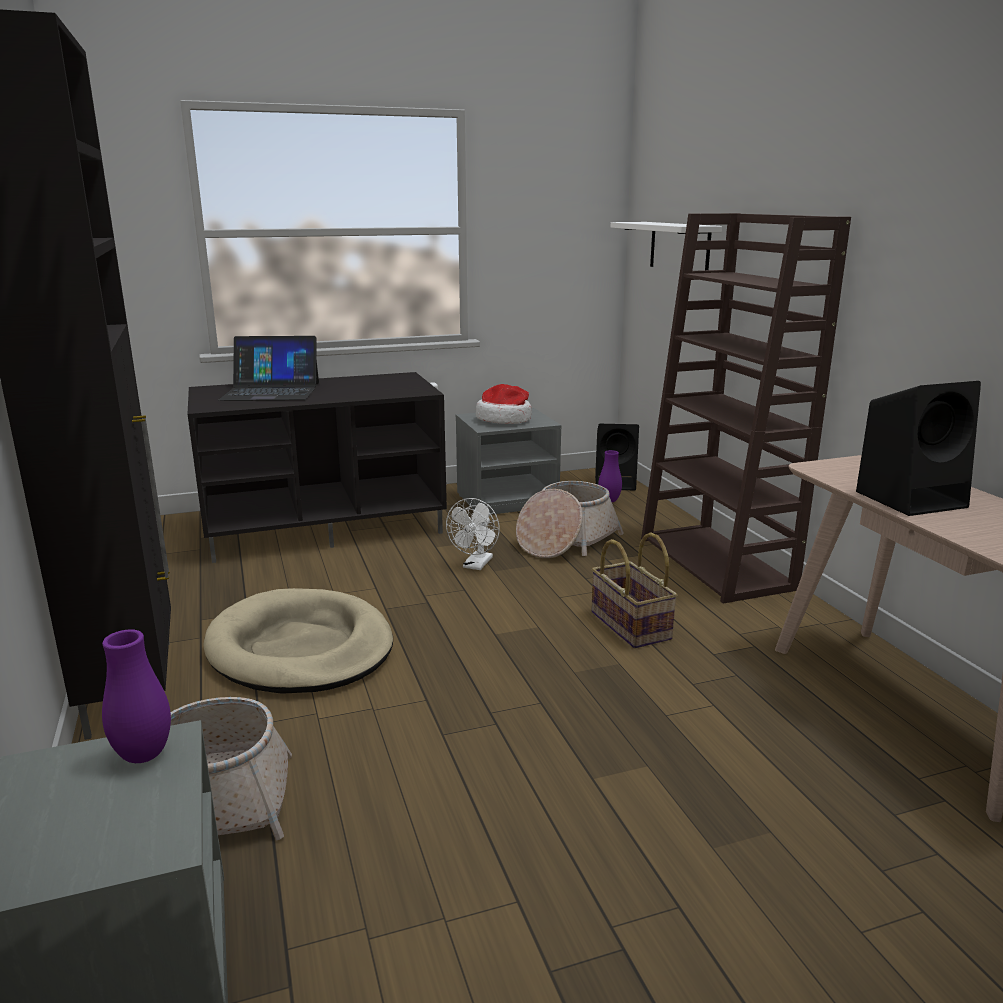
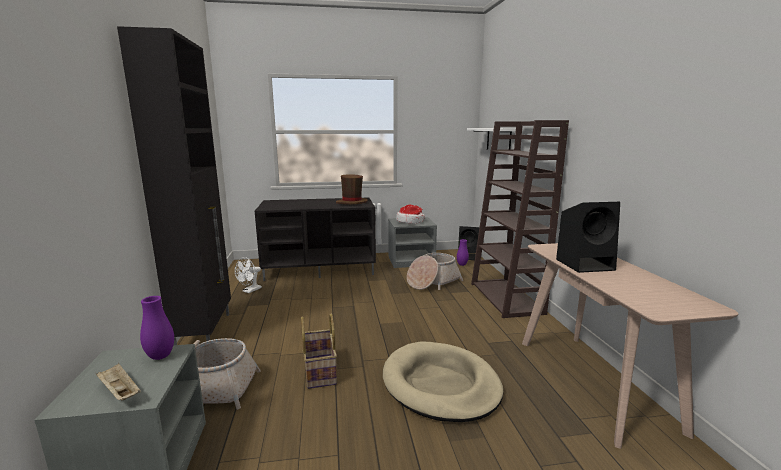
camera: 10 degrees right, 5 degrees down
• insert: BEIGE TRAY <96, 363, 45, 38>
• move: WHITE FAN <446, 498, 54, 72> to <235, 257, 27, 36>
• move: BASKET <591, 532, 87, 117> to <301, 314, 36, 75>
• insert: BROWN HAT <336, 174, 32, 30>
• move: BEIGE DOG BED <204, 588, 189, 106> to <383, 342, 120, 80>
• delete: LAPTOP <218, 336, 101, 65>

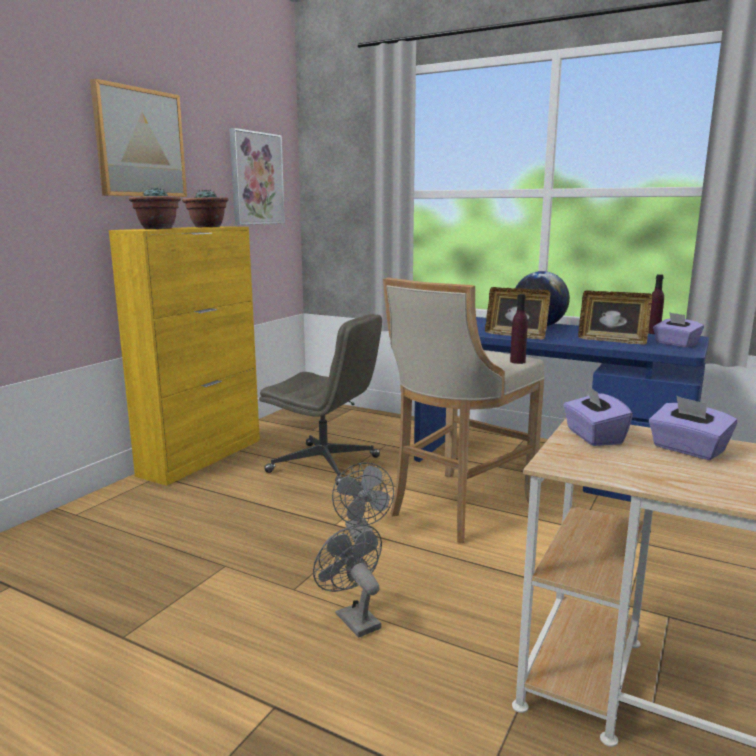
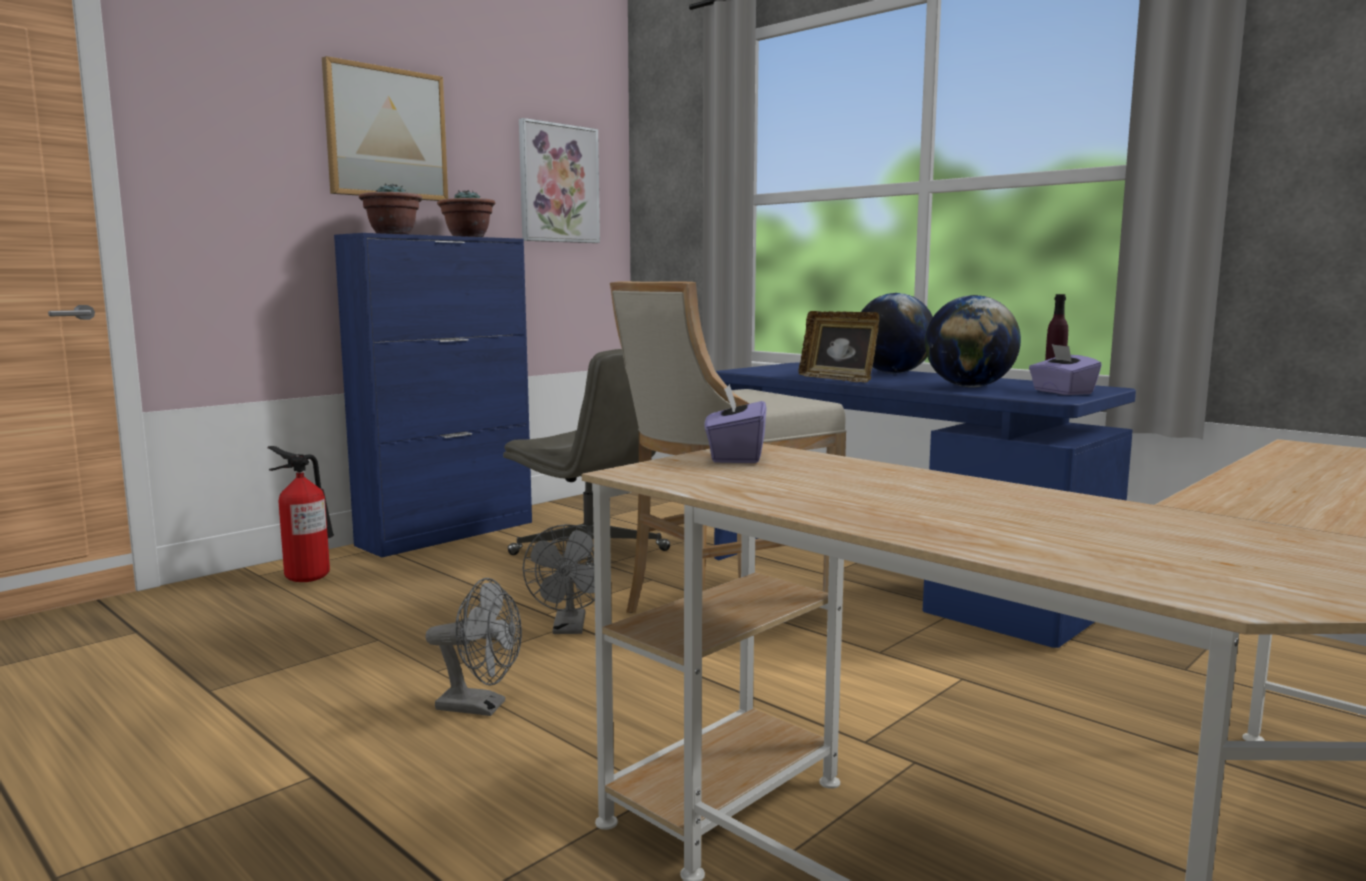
camera: 15 degrees right, 5 degrees down
• insert: FIRE EXTINGUISHER <268, 446, 66, 136>
• recolor: YELLOW CABINET <109, 226, 151, 260> to BLUE CABINET <334, 233, 198, 324>
• rotate: GREY FAN <313, 524, 69, 114> = <425, 578, 97, 138> 120 degrees clockwise
• replace: PICTURE FRAME <578, 290, 74, 55> to GLOBE <925, 295, 96, 92>
• delete: PURPLE BOTTLE <510, 294, 18, 70>
• delete: PURPLE TISSUE BOX <649, 396, 88, 64>

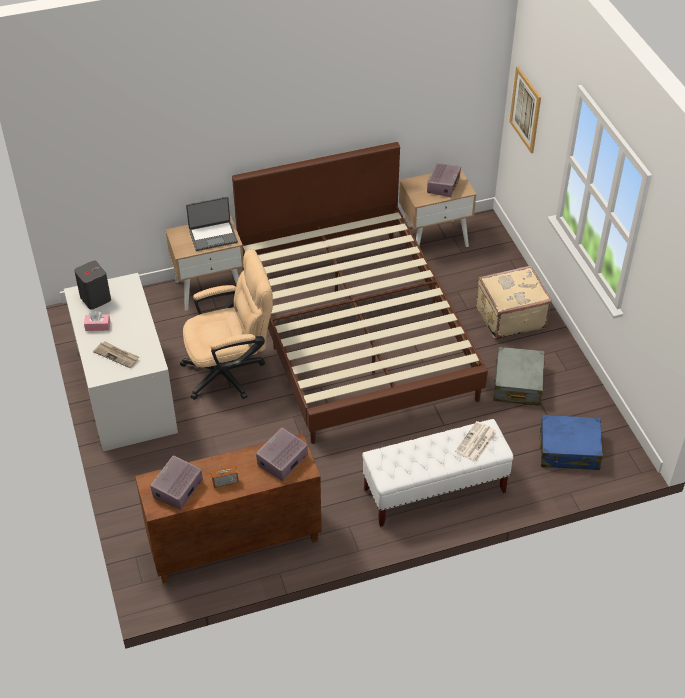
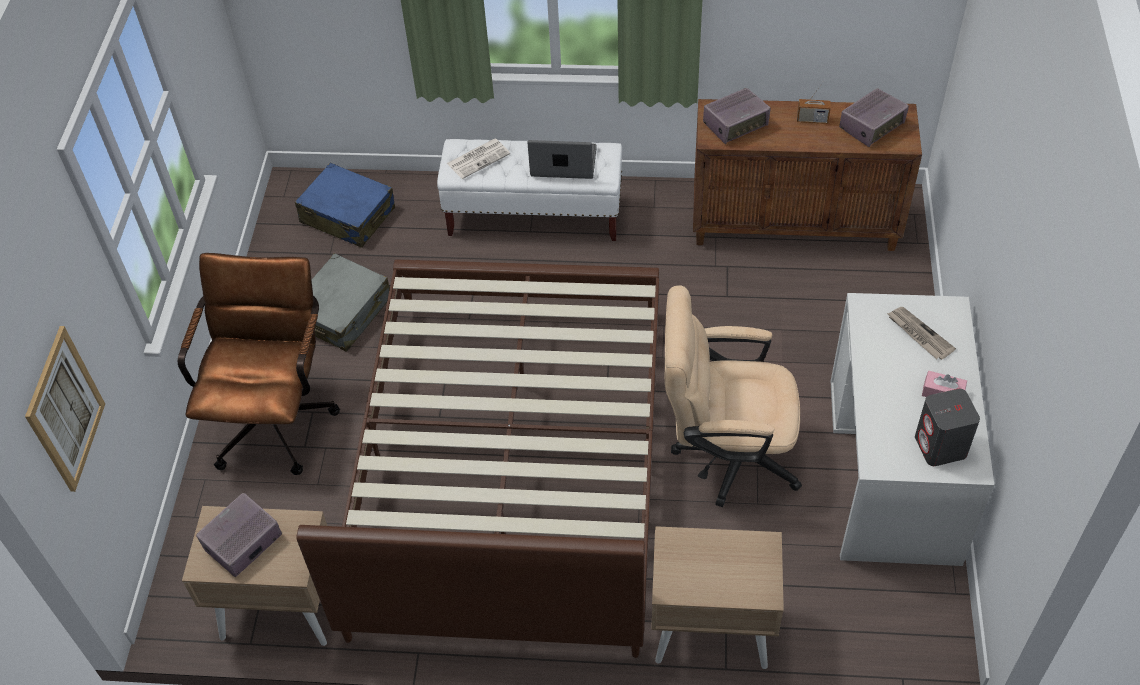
camera: 155 degrees left, 5 degrees up
• replace: BEIGE SUITCASE <476, 265, 76, 75> to BROWN OFFICE CHAIR <178, 253, 162, 222>
• move: LAPTOP <186, 197, 52, 54> to <527, 140, 70, 39>

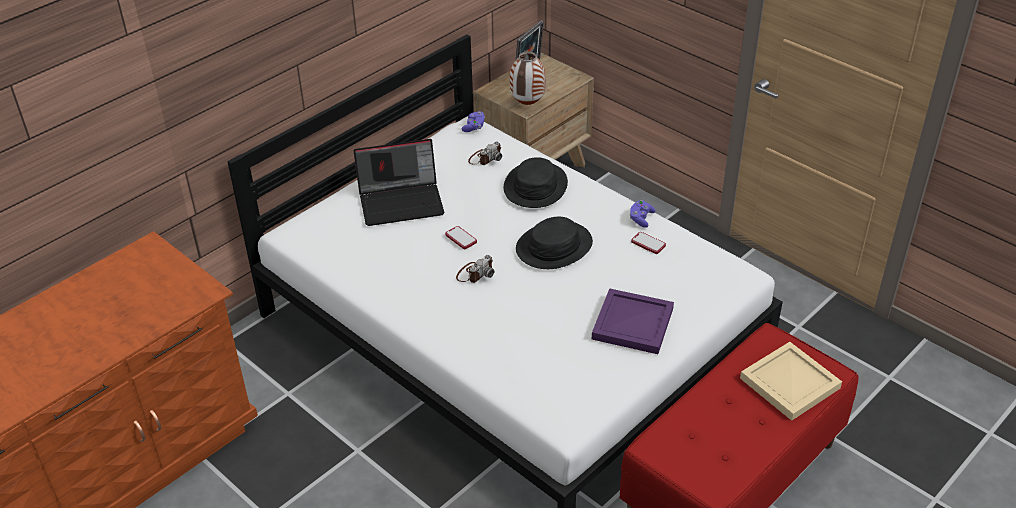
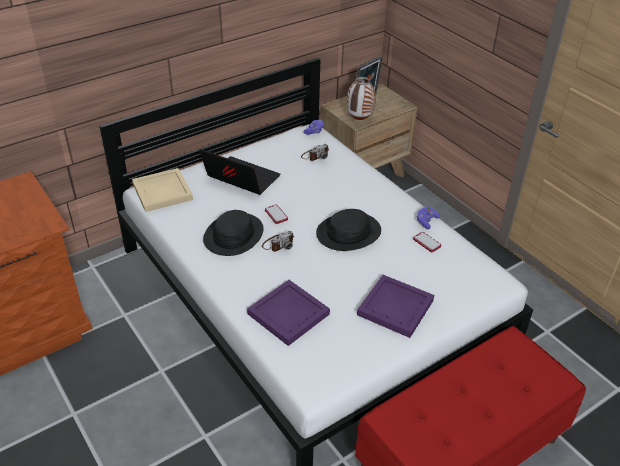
camera: 10 degrees right, 0 degrees up
• move: BEIGE TRAY <740, 342, 102, 79> to <132, 168, 61, 44>
• rotate: LAPTOP <353, 139, 91, 87> = <199, 149, 82, 46> 150 degrees counterclockwise
• move: BLACK HAT <504, 157, 64, 51> to <203, 210, 61, 46>
• insert: PURPLE TRAY <247, 280, 83, 66>

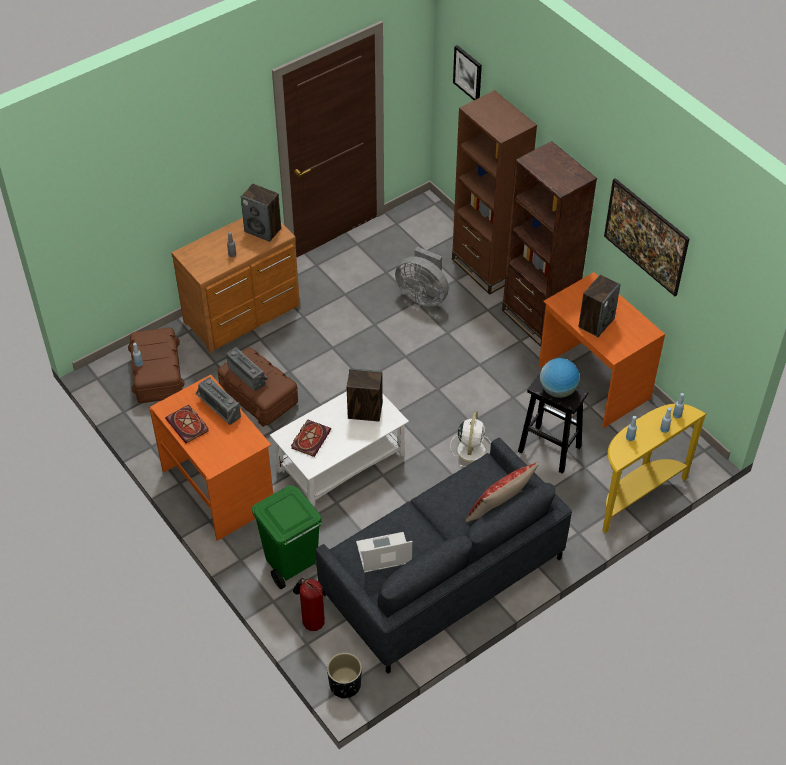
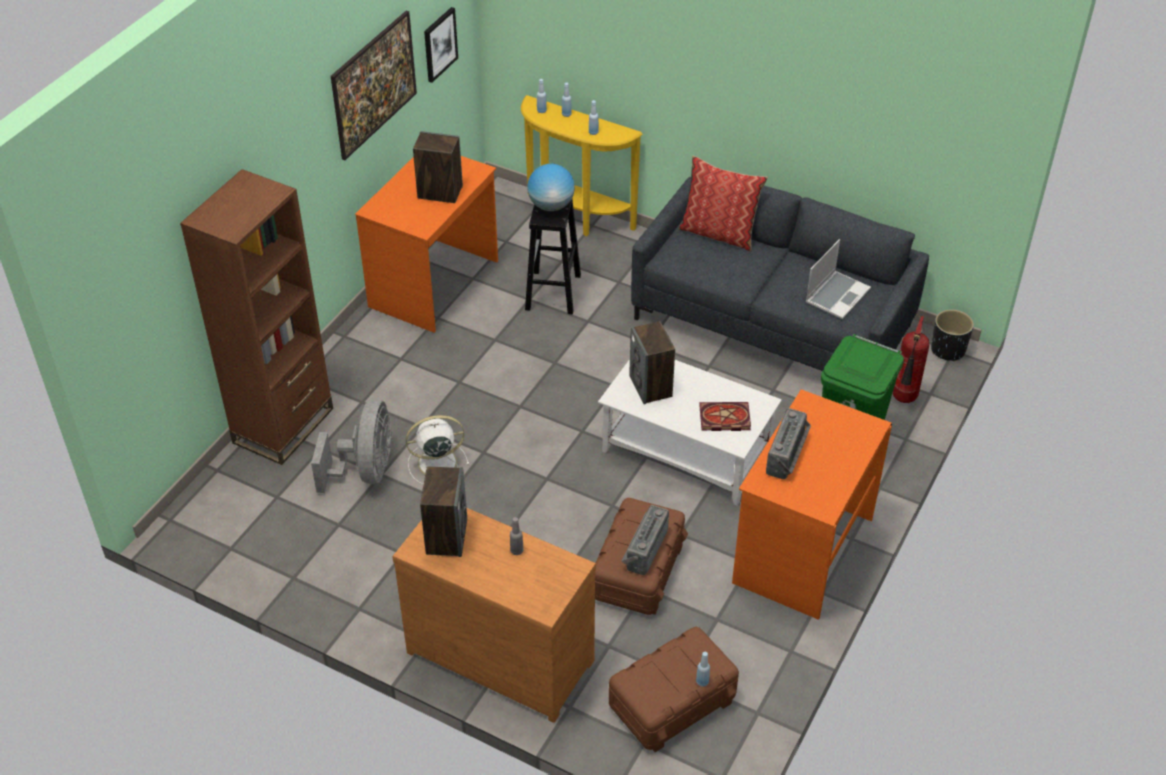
camera: 115 degrees left, 5 degrees down
• move: WHITE FAN <450, 411, 41, 56> to <406, 415, 63, 70>
• move: PICTURE <453, 45, 29, 55> to <424, 7, 34, 76>
• rotate: LAPTOP <356, 532, 56, 41> = <805, 239, 66, 80> 105 degrees counterclockwise
• delete: BOOK <165, 405, 44, 38>
• delete: BROWN BOOKCASE <502, 141, 95, 206>

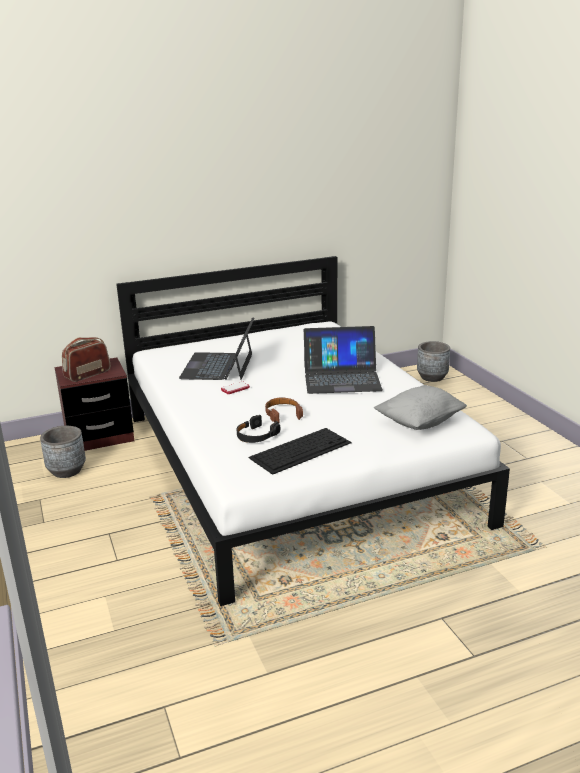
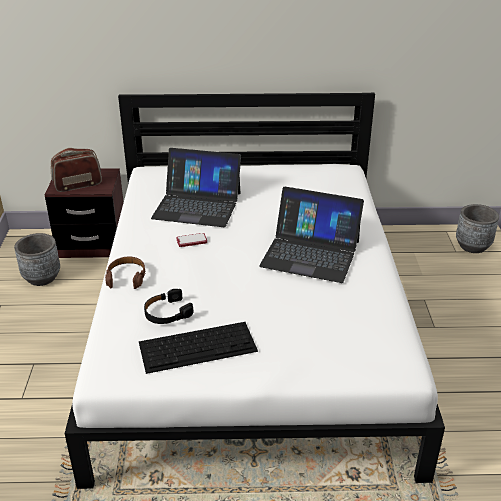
camera: 20 degrees right, 10 degrees up
• move: BROWN HEADPHONES <265, 397, 38, 26> to <105, 257, 41, 32>
• rotate: LAPTOP <179, 317, 75, 63> = <151, 148, 90, 79> 105 degrees counterclockwise
• delete: GREY PILLOW <374, 385, 93, 45>

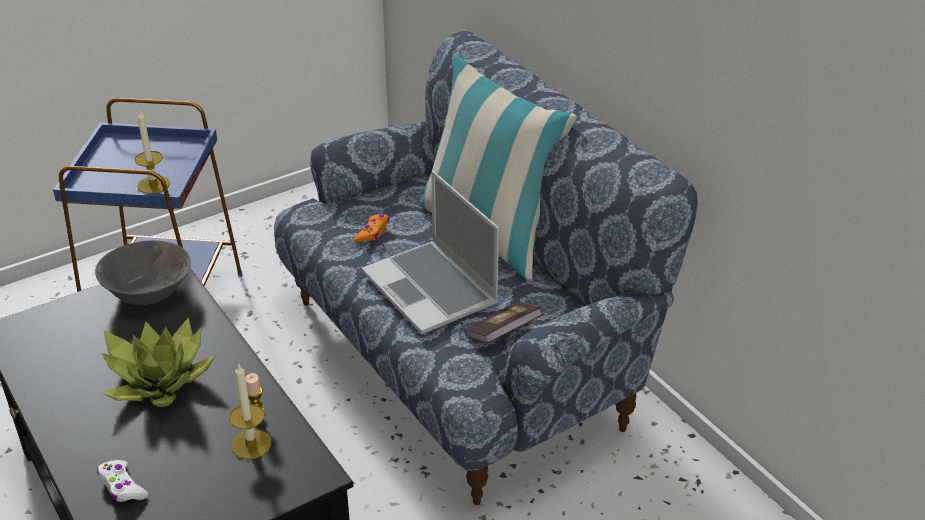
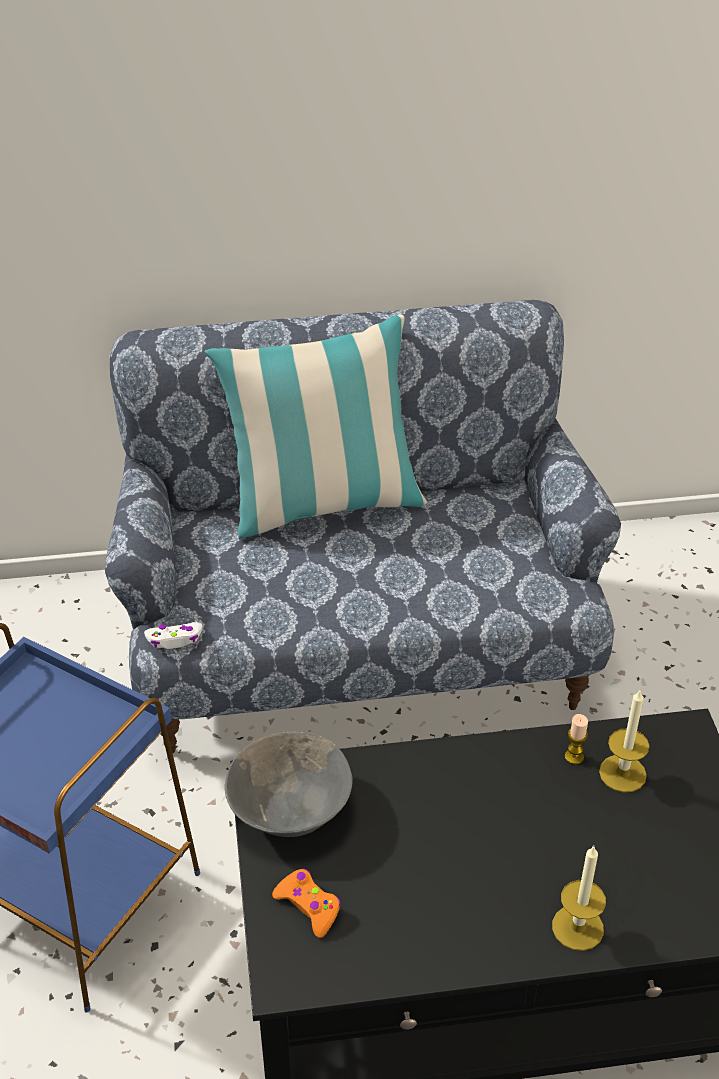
camera: 65 degrees left, 5 degrees up
• move: WHITE GAME CONTROLLER <97, 460, 51, 42> to <144, 622, 59, 27>
• move: ORANGE GAME CONTROLLER <354, 214, 35, 29> to <272, 869, 69, 69>
• move: CANDLE <135, 109, 35, 84> to <552, 846, 54, 105>
• delete: POTTED PLANT <102, 317, 114, 90>
• delete: LAPTOP <362, 171, 137, 164>
• delete: BOOK <465, 302, 78, 41>

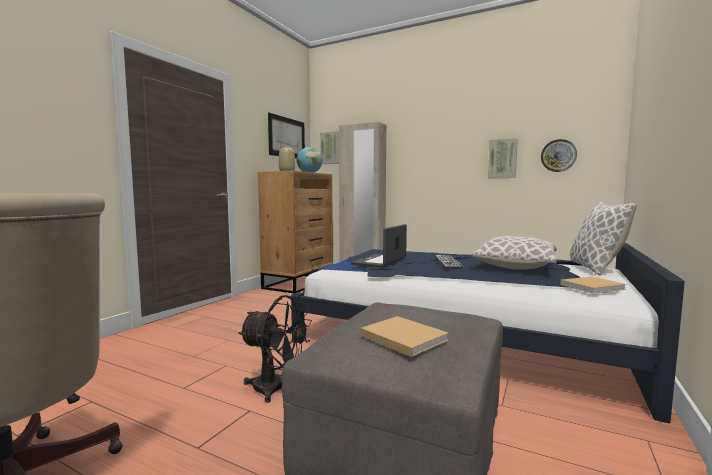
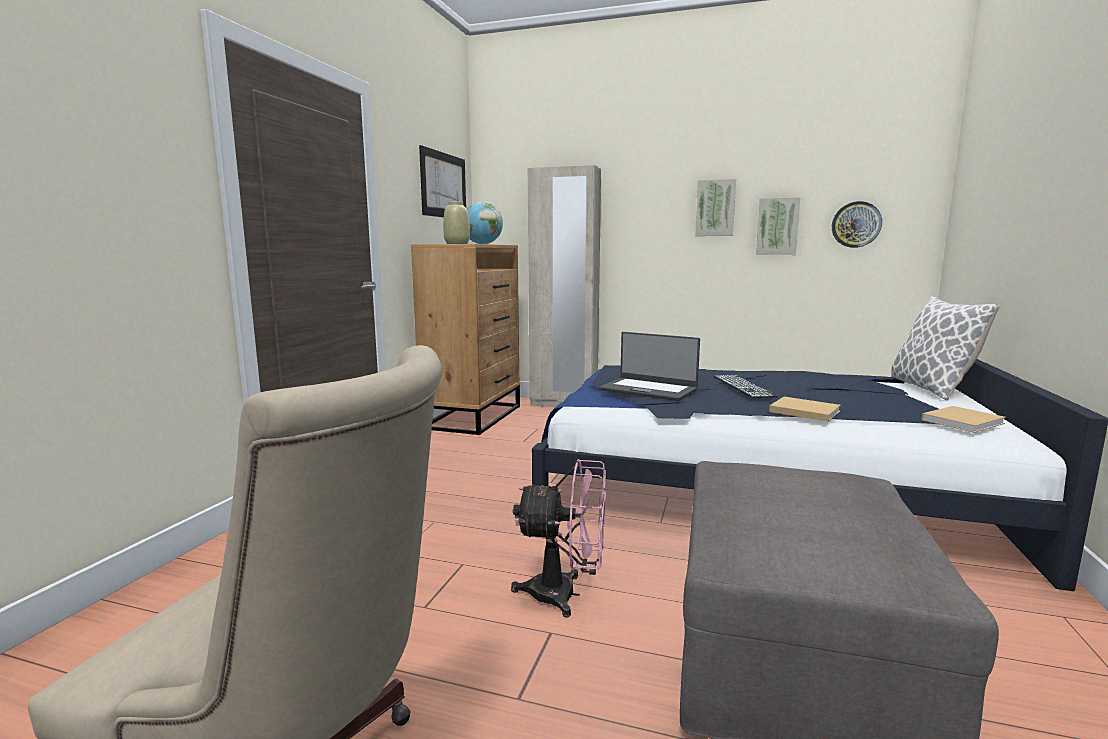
camera: 10 degrees left, 5 degrees up
• recolor: BLACK FAN <239, 295, 73, 108> to PINK FAN <511, 459, 95, 159>
• rotate: LAPTOP <351, 224, 56, 43> = <599, 332, 101, 69> 75 degrees counterclockwise
• move: PICTURE <320, 131, 19, 33> to <695, 179, 41, 57>
• move: BEIGE BOOK <360, 316, 89, 41> to <769, 397, 72, 25>
• delete: PILLOW <472, 236, 85, 33>

